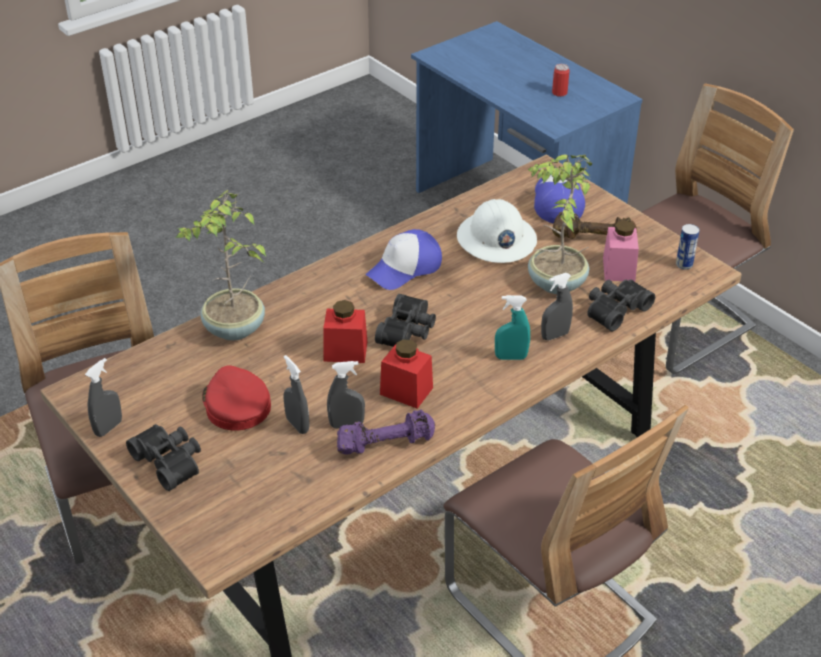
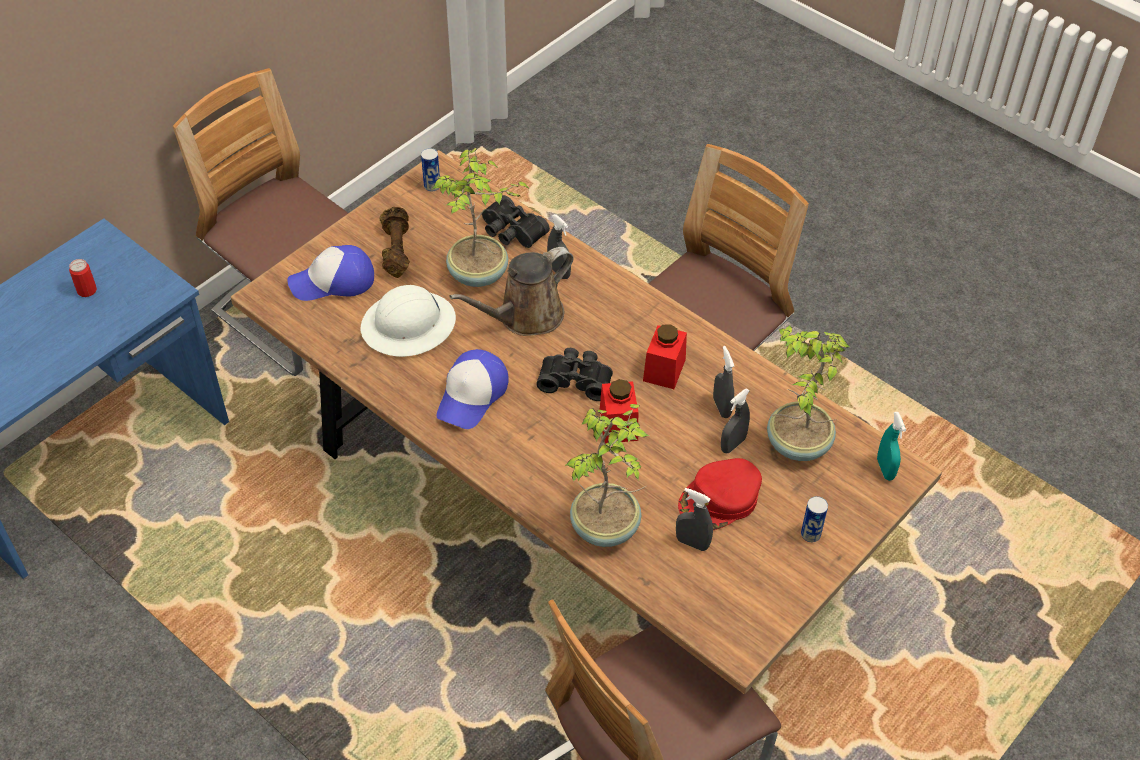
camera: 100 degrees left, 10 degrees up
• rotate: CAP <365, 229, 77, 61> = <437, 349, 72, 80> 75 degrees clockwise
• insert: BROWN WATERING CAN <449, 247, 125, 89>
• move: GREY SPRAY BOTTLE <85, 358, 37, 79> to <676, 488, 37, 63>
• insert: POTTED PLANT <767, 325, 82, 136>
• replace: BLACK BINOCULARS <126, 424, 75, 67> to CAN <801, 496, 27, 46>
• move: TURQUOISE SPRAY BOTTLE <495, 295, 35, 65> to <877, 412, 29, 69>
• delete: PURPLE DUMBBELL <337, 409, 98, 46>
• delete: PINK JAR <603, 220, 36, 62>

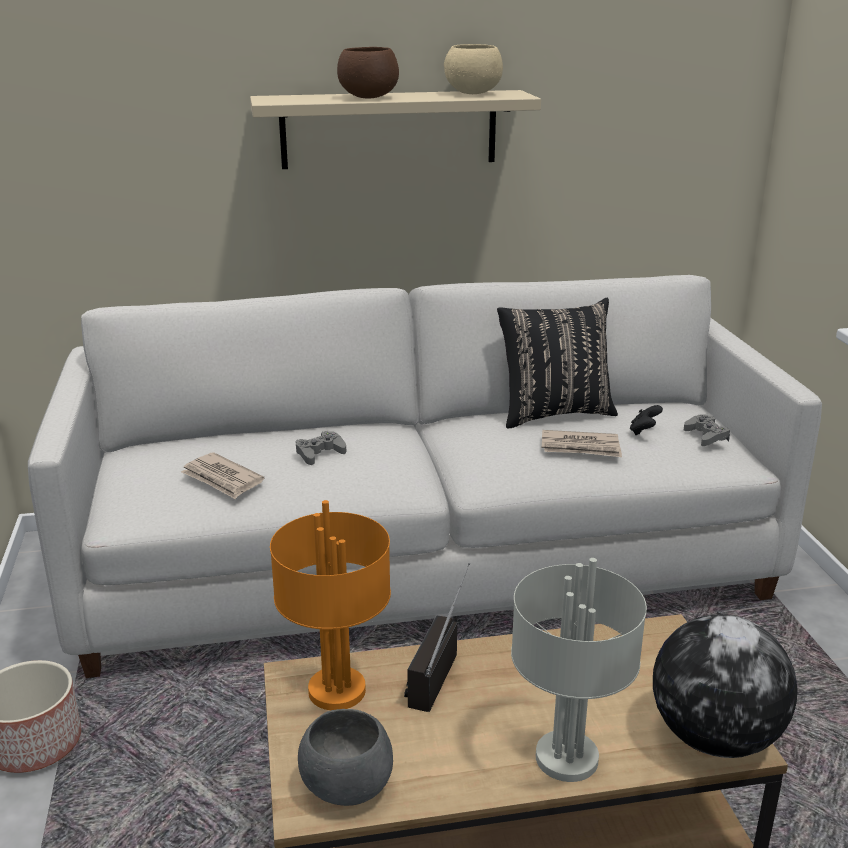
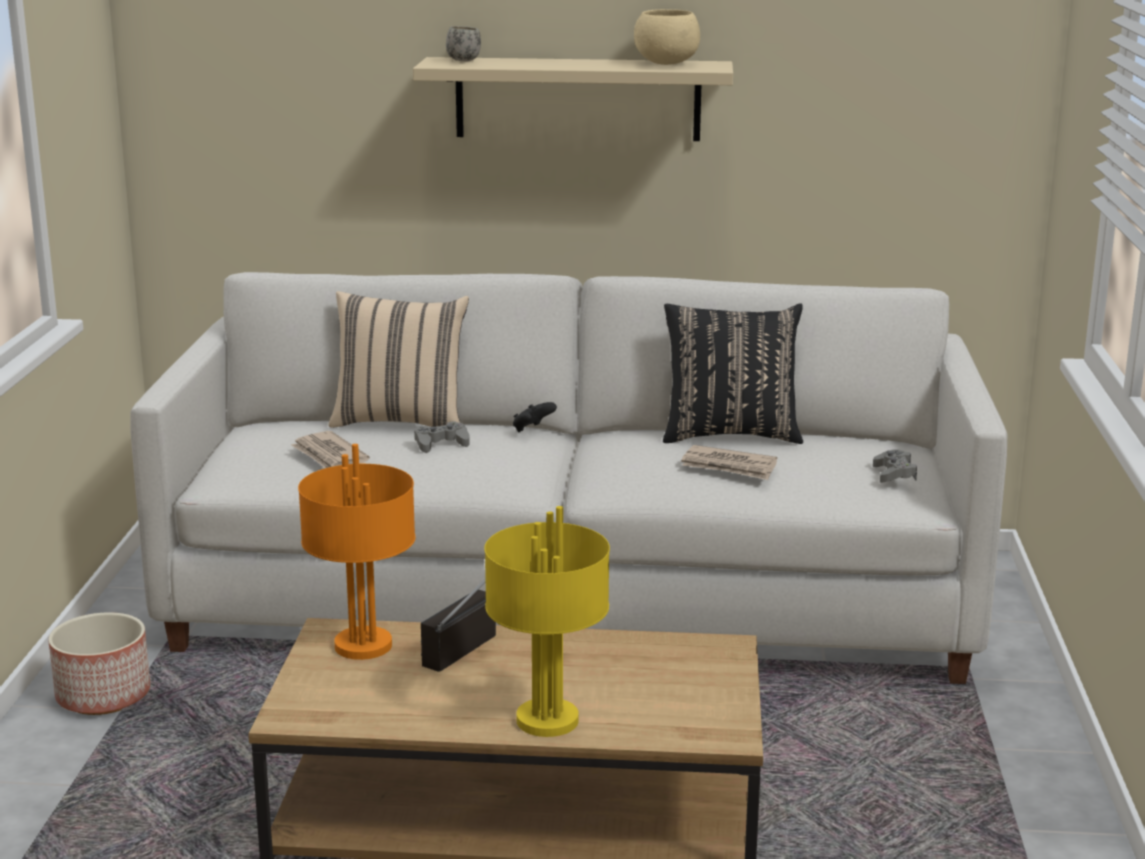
camera: 15 degrees right, 5 degrees down
• insert: BEIGE PILLOW <328, 291, 141, 137>
• insert: WHITE MUG <446, 26, 35, 35>
• recolor: GREY TABLE LAMP <511, 558, 136, 224> to YELLOW TABLE LAMP <484, 506, 126, 231>
• move: BLACK GAME CONTROLLER <630, 405, 33, 30> to <513, 402, 44, 30>
• delete: GREY BOWL <298, 709, 95, 97>
• delete: BROWN BOWL <337, 47, 62, 51>
• delete: GLOBE <653, 614, 145, 144>

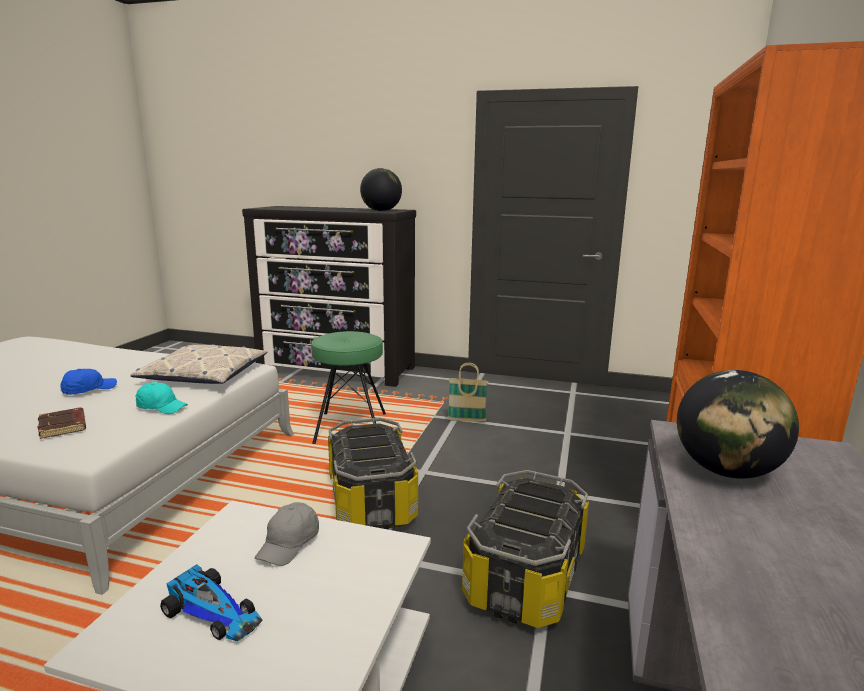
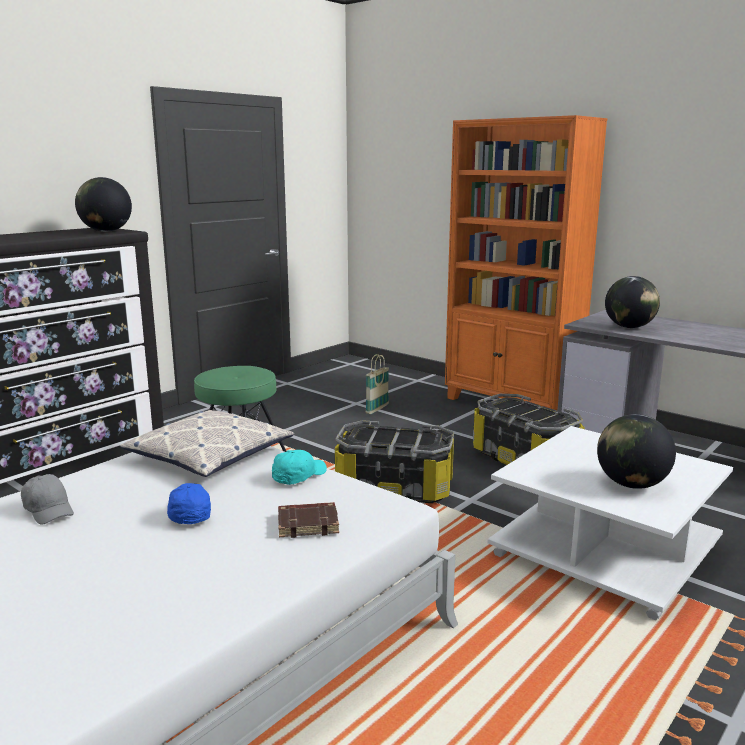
camera: 65 degrees left, 0 degrees up
• move: GREY CAP <254, 502, 65, 64> to <21, 474, 53, 51>
• move: BASKET <447, 362, 41, 60> to <366, 354, 23, 60>
• replace: TOY CAR <160, 564, 102, 77> to GLOBE <597, 414, 79, 75>

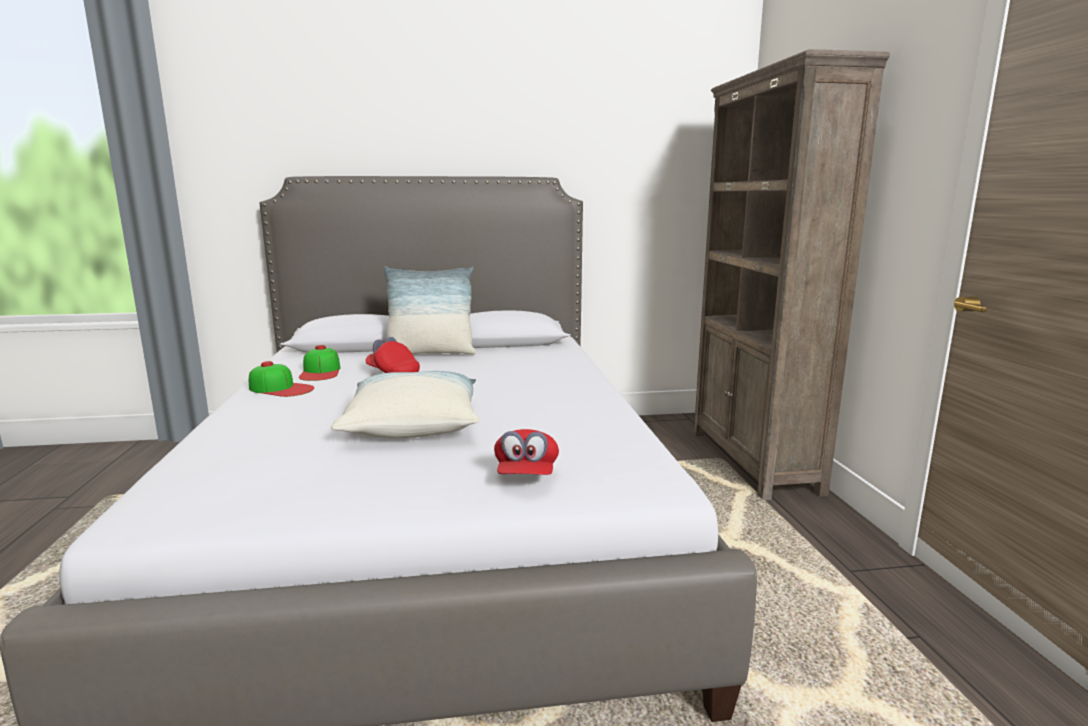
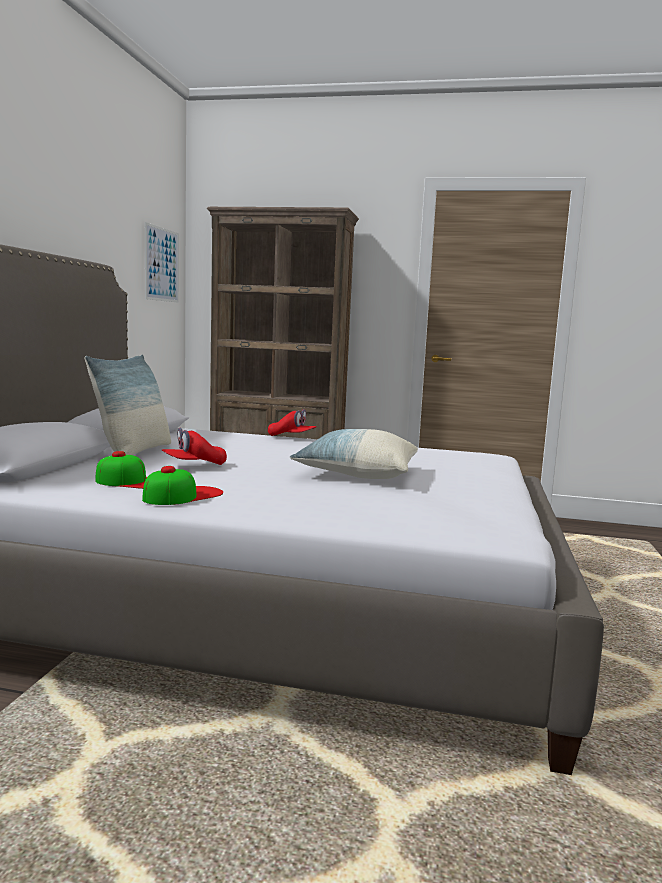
camera: 70 degrees left, 5 degrees down
• insert: PICTURE <145, 222, 34, 81>
• move: RED CAP <494, 429, 65, 46> to <268, 409, 48, 27>

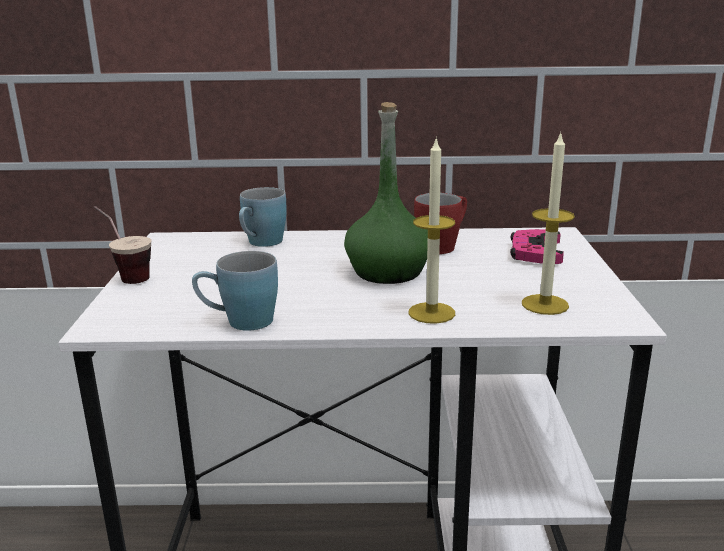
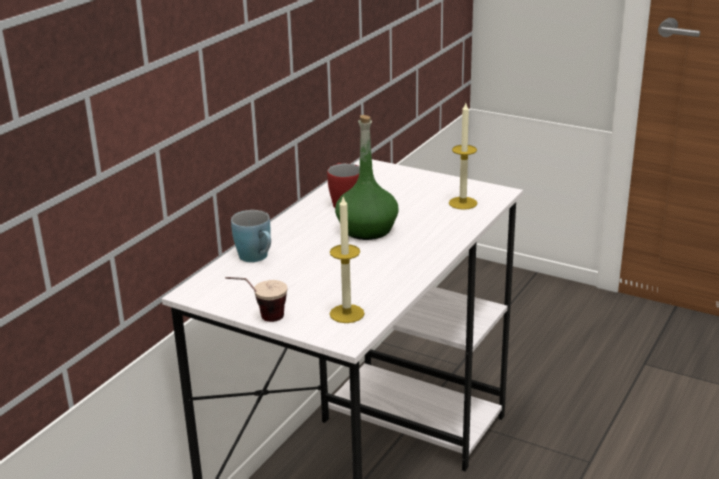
camera: 60 degrees left, 5 degrees up
• move: CANDLE <409, 136, 46, 188> to <330, 197, 35, 126>
• delete: BLUE MUG <192, 251, 86, 80>
• delete: PINK GAME CONTROLLER <510, 229, 54, 35>

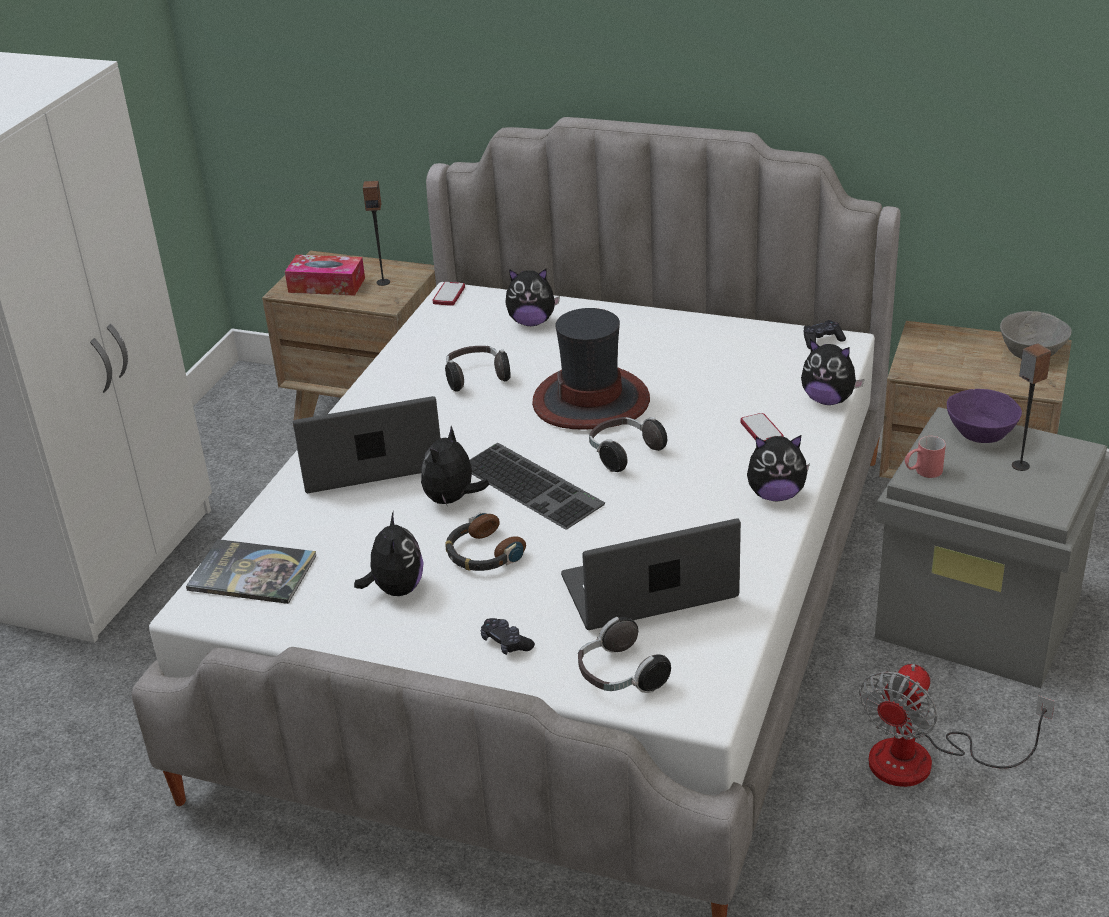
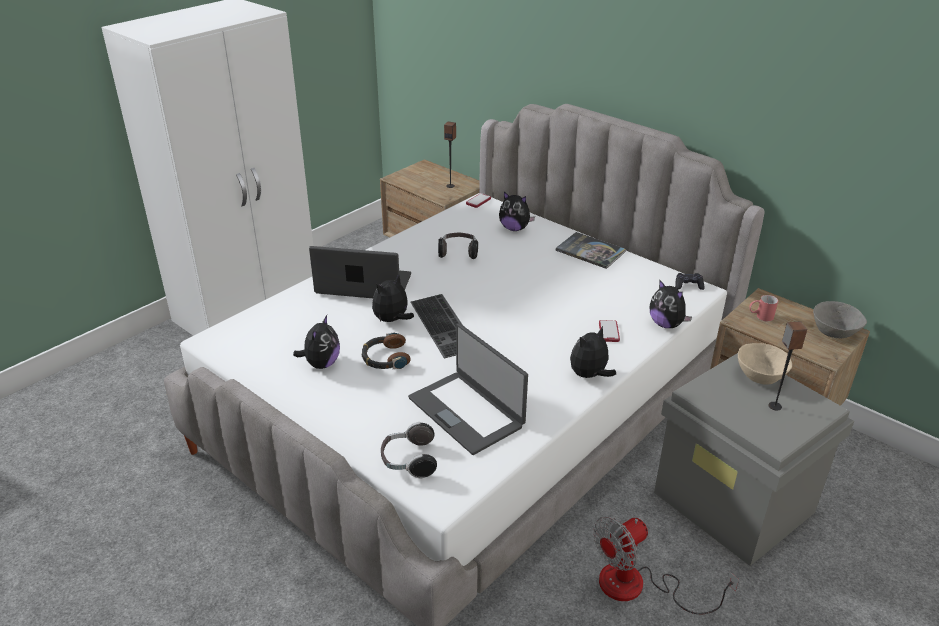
camera: 20 degrees right, 0 degrees up
• rotate: LAPTOP <561, 518, 180, 112> = <408, 323, 120, 132> 135 degrees counterclockwise
• move: BOOK <186, 539, 131, 65> to <555, 232, 71, 37>
• rotate: PLUSH TOY <747, 435, 63, 66> = <570, 326, 46, 52> 120 degrees clockwise
• recolor: PURPLE BOWL <947, 389, 75, 54> to BEIGE BOWL <738, 343, 54, 42>
• move: RED MUG <905, 436, 41, 42> to <749, 295, 29, 27>
• delete: TISSUE BOX <285, 255, 80, 41>
• delete: BLACK GAME CONTROLLER <481, 618, 54, 37>
• delete: HAT <532, 308, 118, 122>
• delete: HEADPHONES <589, 417, 78, 55>

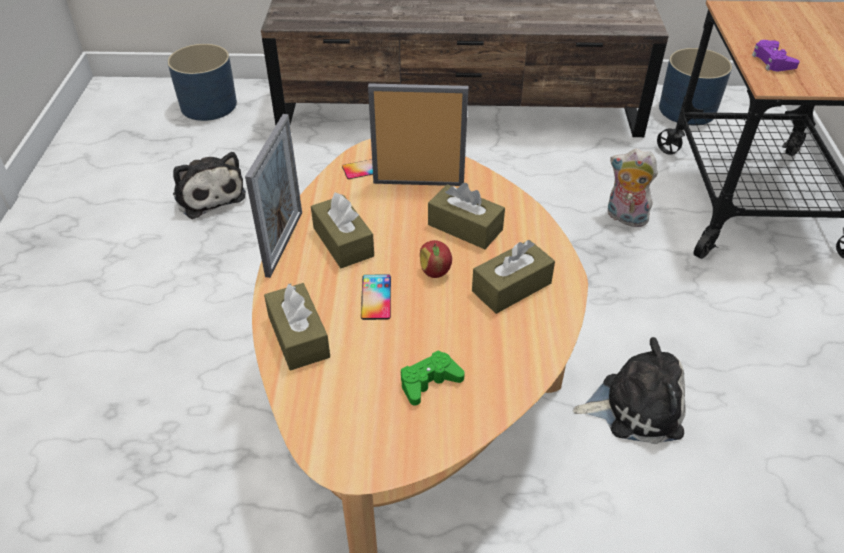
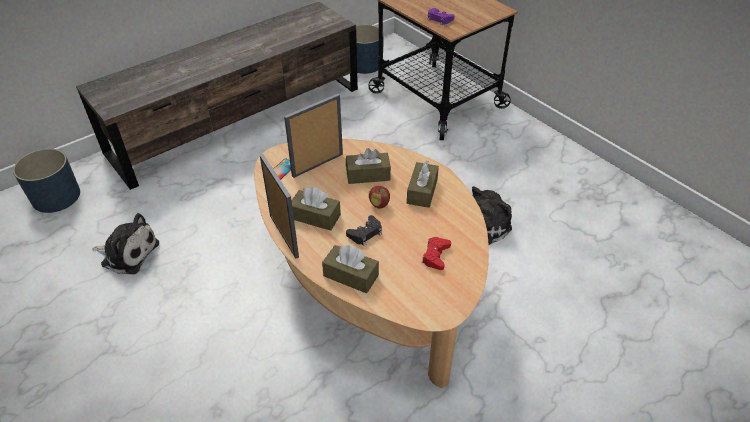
camera: 40 degrees left, 0 degrees up
• replace: PHONE <361, 274, 30, 46> to BLACK GAME CONTROLLER <346, 215, 36, 31>
• recolor: GREEN GAME CONTROLLER <401, 350, 64, 55> to RED GAME CONTROLLER <422, 237, 29, 33>
• delete: PLUSH TOY <608, 149, 50, 78>

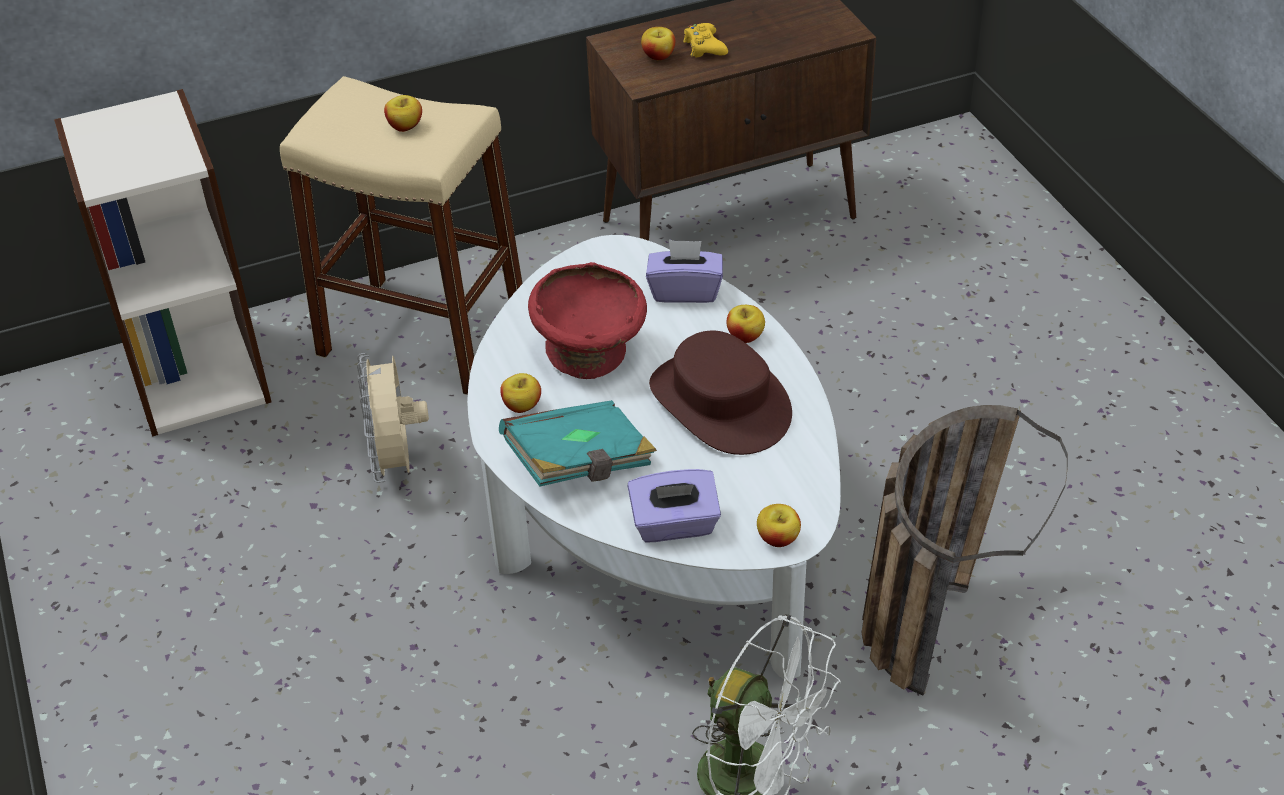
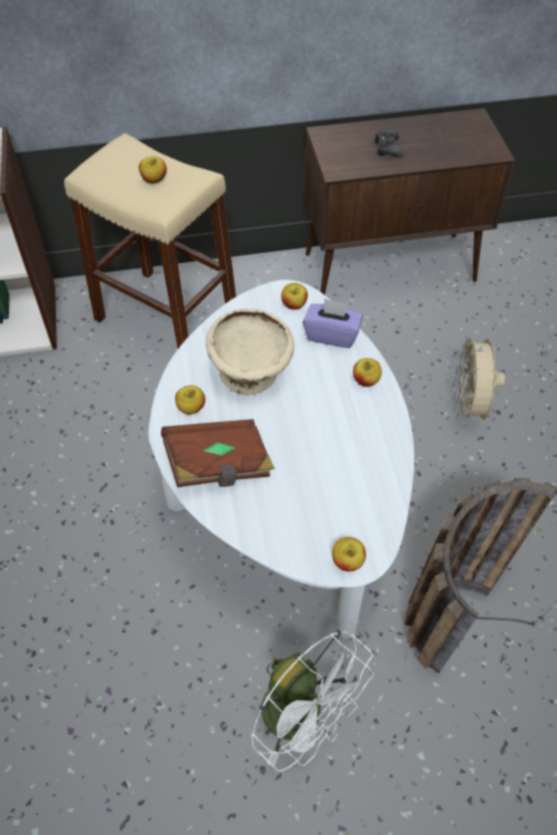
camera: 10 degrees right, 10 degrees up
• recolor: TURQUOISE BOOK <499, 400, 158, 87> to BROWN BOOK <161, 419, 114, 68>
• recolor: RED BOWL <528, 262, 119, 117> to BEIGE BOWL <206, 309, 88, 87>
• move: APPLE <641, 27, 34, 33> to <281, 283, 27, 27>
• recolor: YELLOW GAME CONTROLLER <683, 23, 45, 34> to BLACK GAME CONTROLLER <374, 130, 30, 27>
• move: BEIGE FAN <357, 353, 72, 130> to <453, 333, 52, 92>
• delete: PURPLE TISSUE BOX <628, 469, 93, 74>
• delete: BROWN HAT <649, 331, 143, 124>

